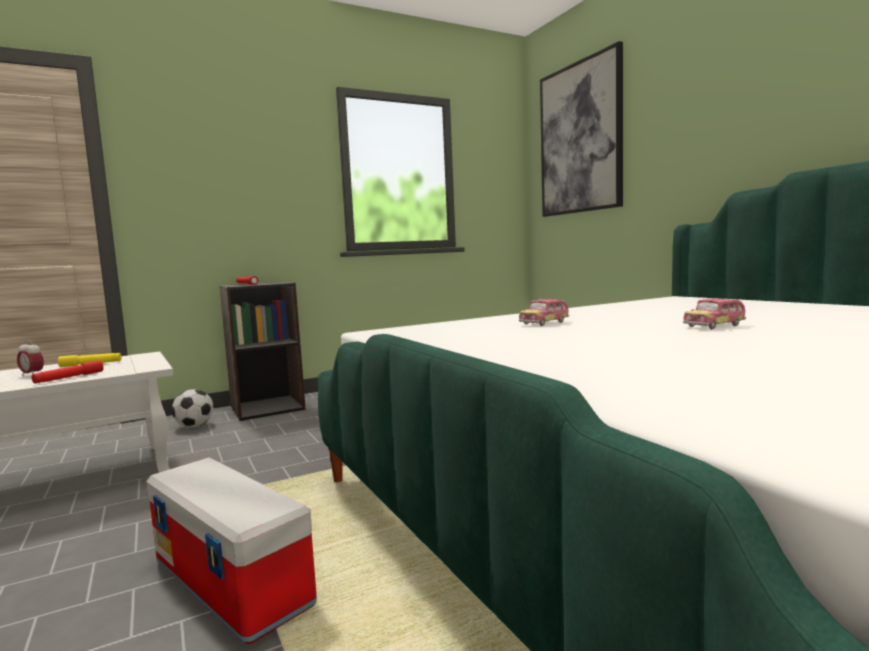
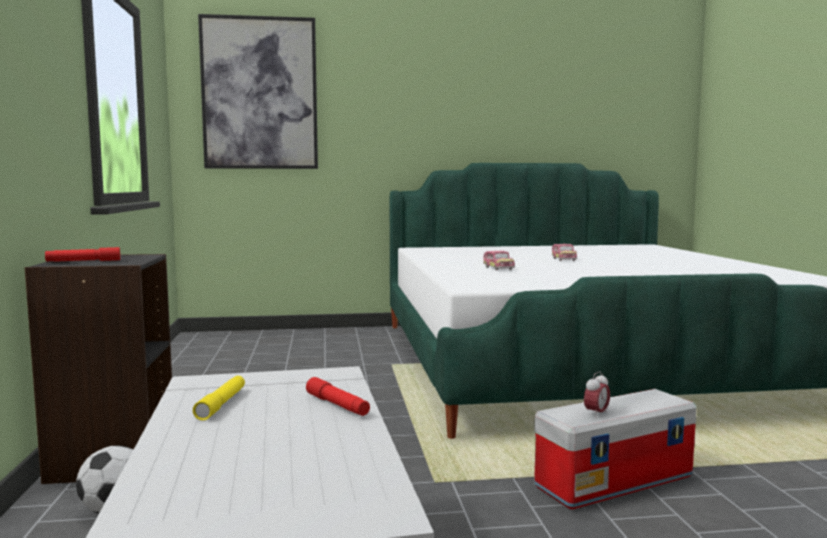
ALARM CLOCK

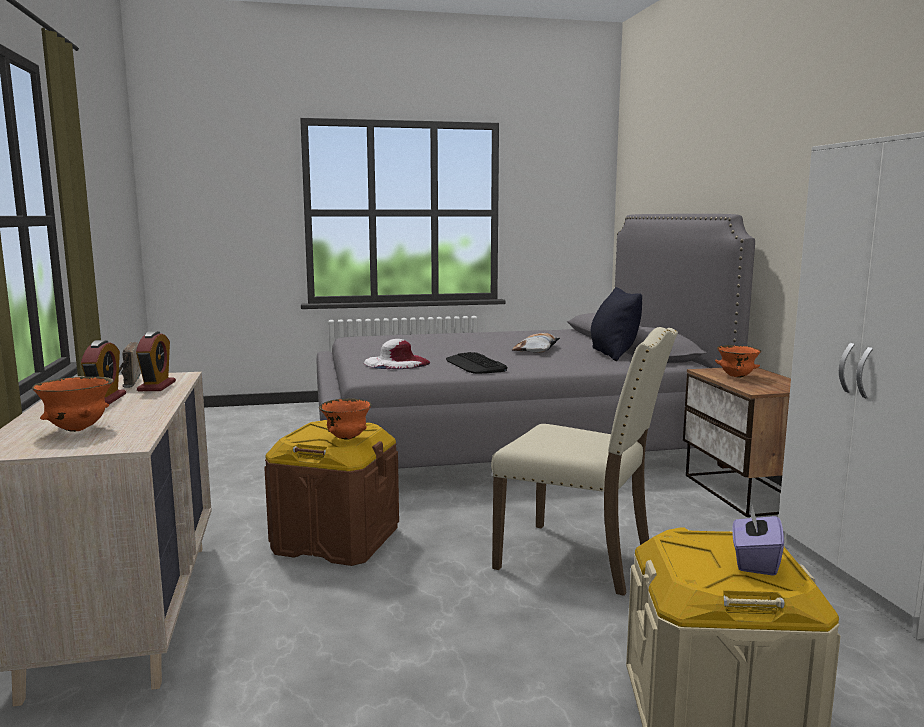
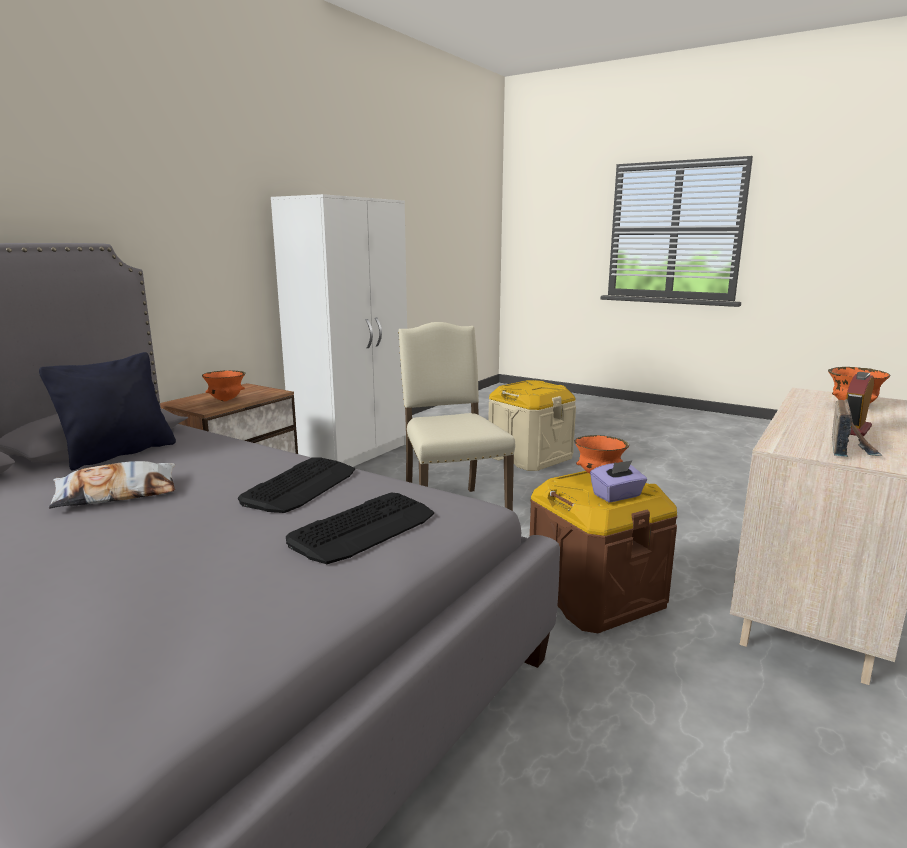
ALARM CLOCK (no. 2 from left in the first image); KEYBOARD (no. 2 from left); PURPLE TISSUE BOX

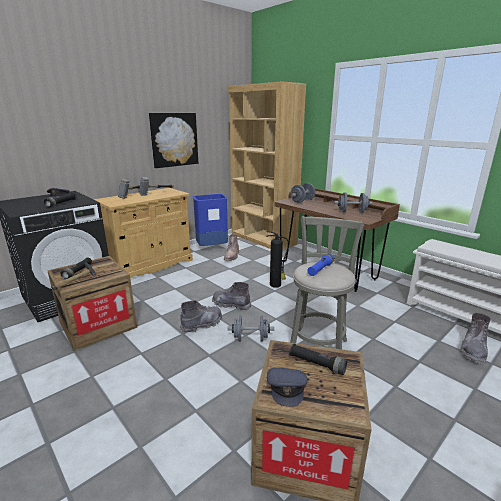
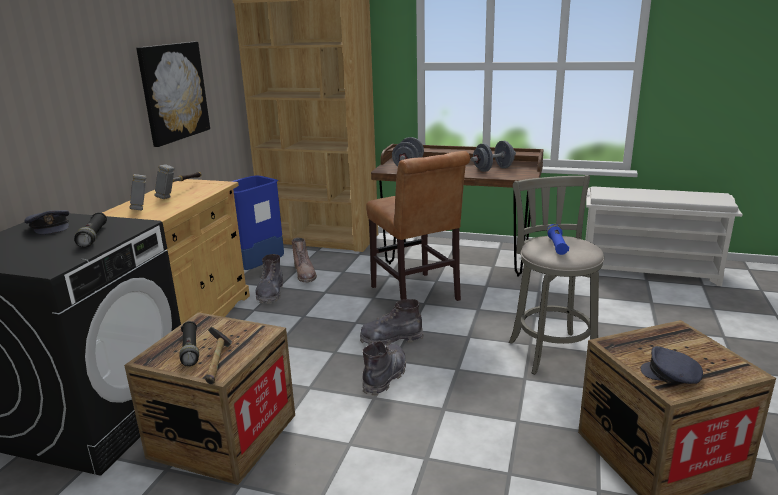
BROWN CHAIR; GREY BOOT (no. 1 from left); GREY DUMBBELL (no. 1 from left in the first image); BLACK FLASHLIGHT (no. 3 from left in the first image); GREY CAP (no. 2 from left)

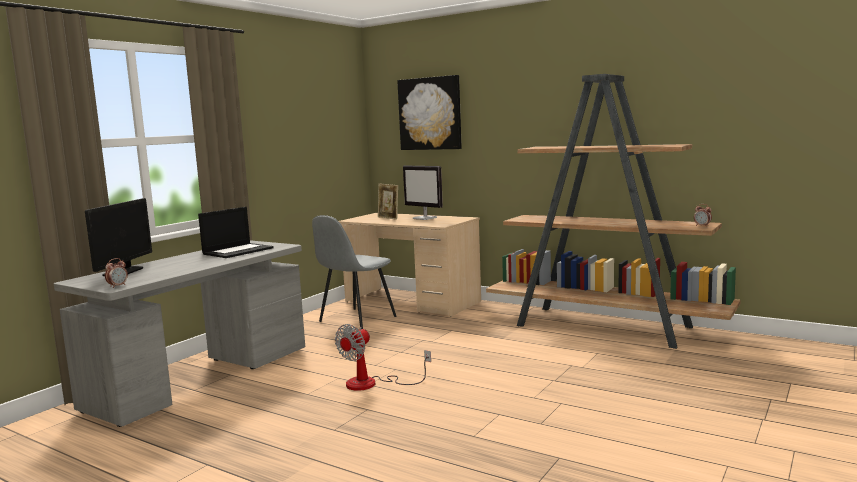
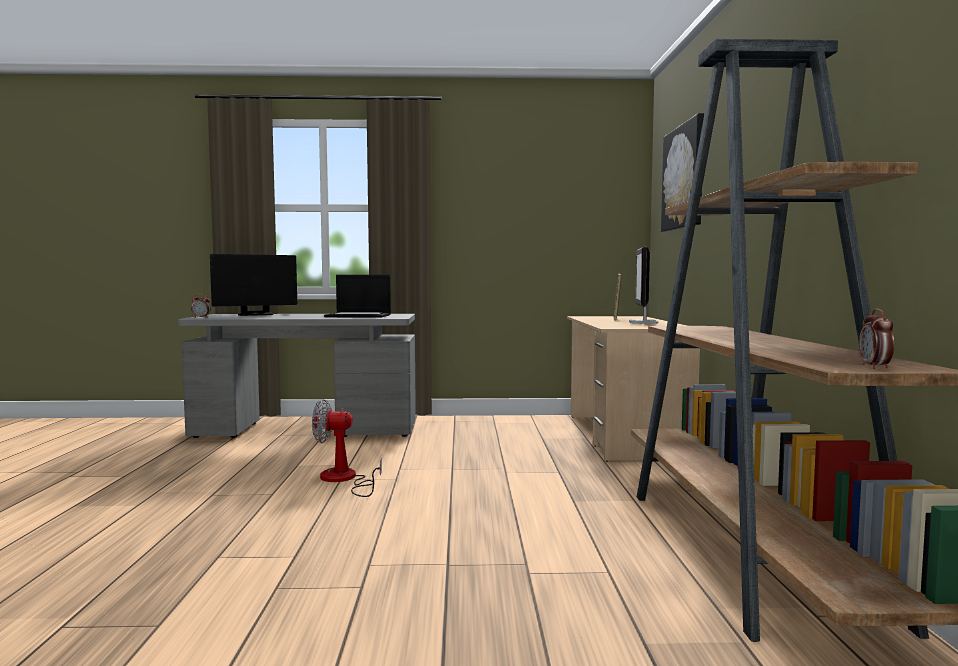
GREY CHAIR

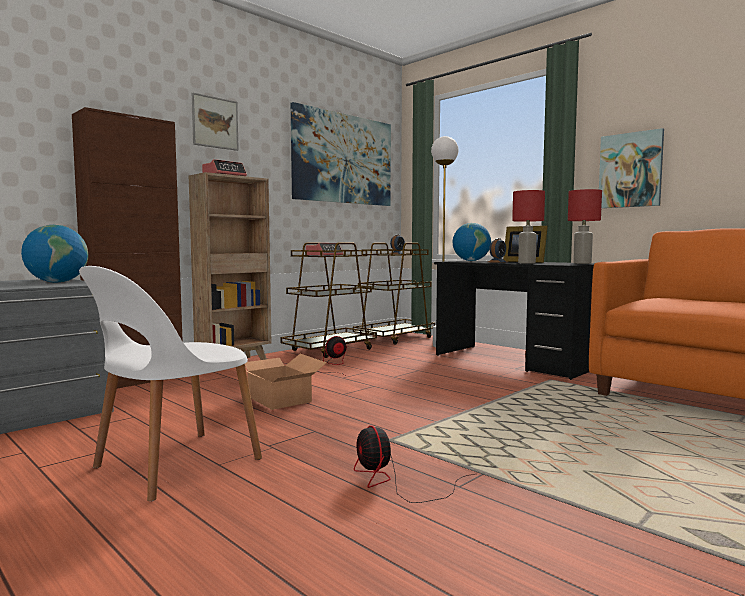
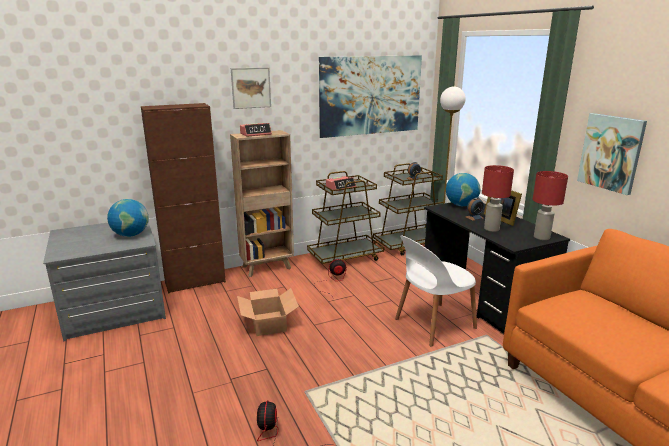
WHITE CHAIR

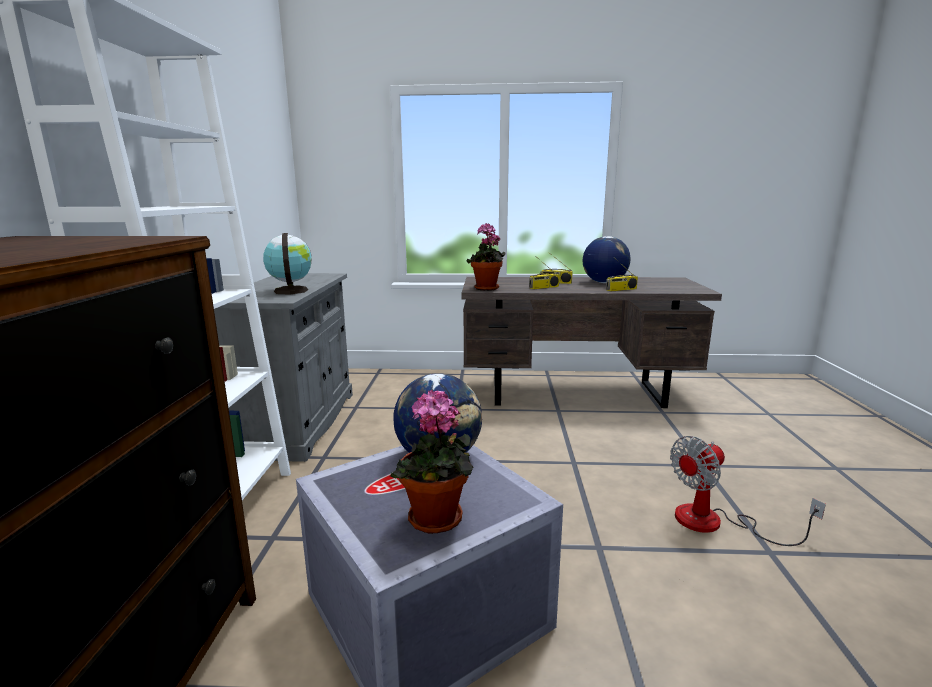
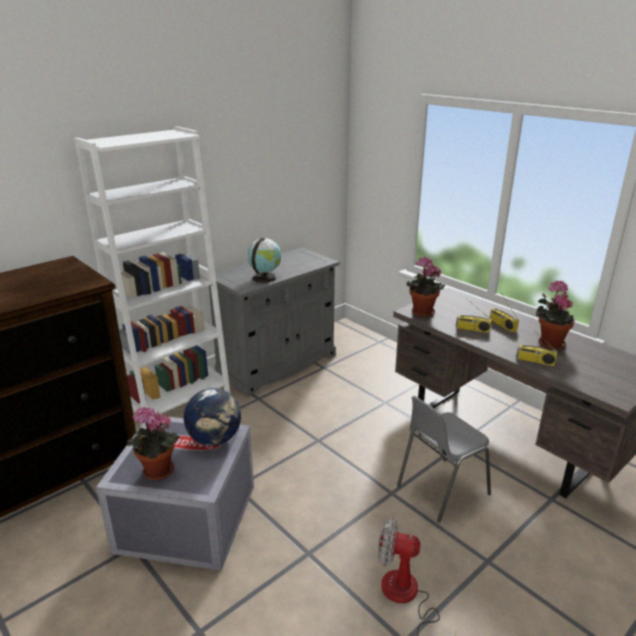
POTTED PLANT (no. 3 from left); GREY CHAIR

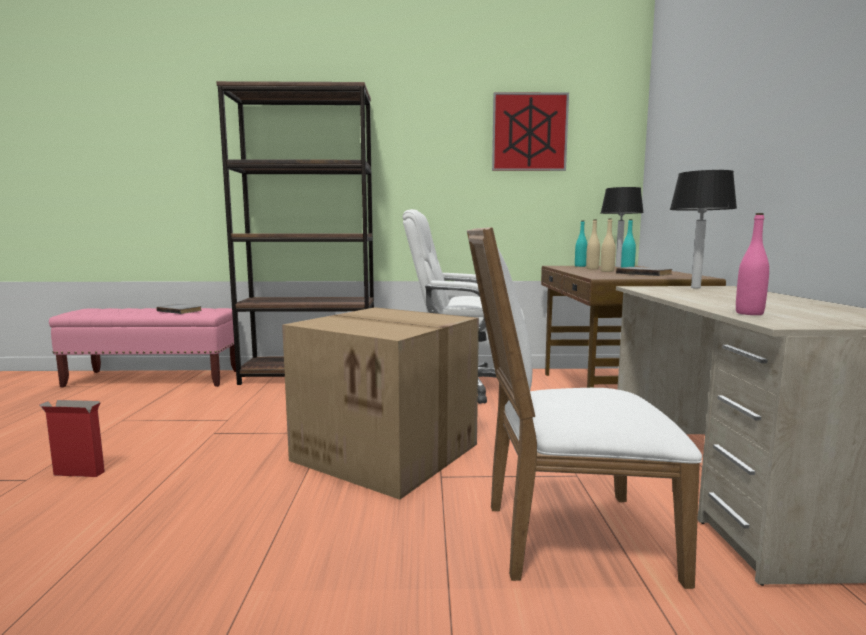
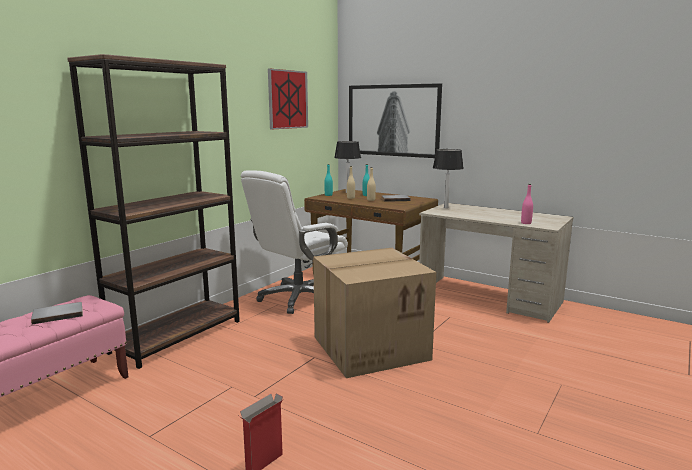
WHITE CHAIR; PICTURE (no. 2 from left)

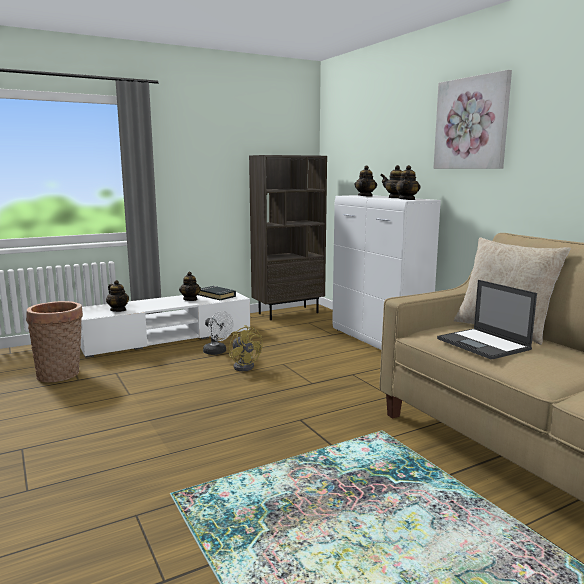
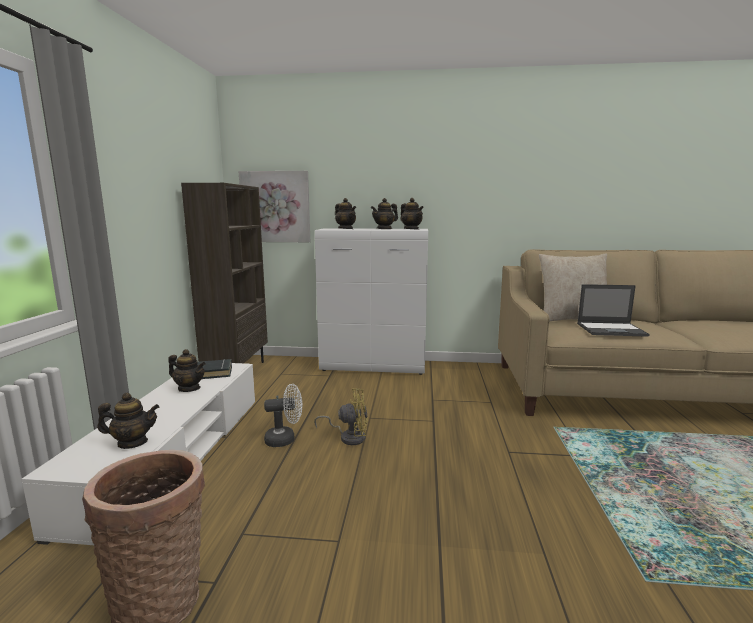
PICTURE

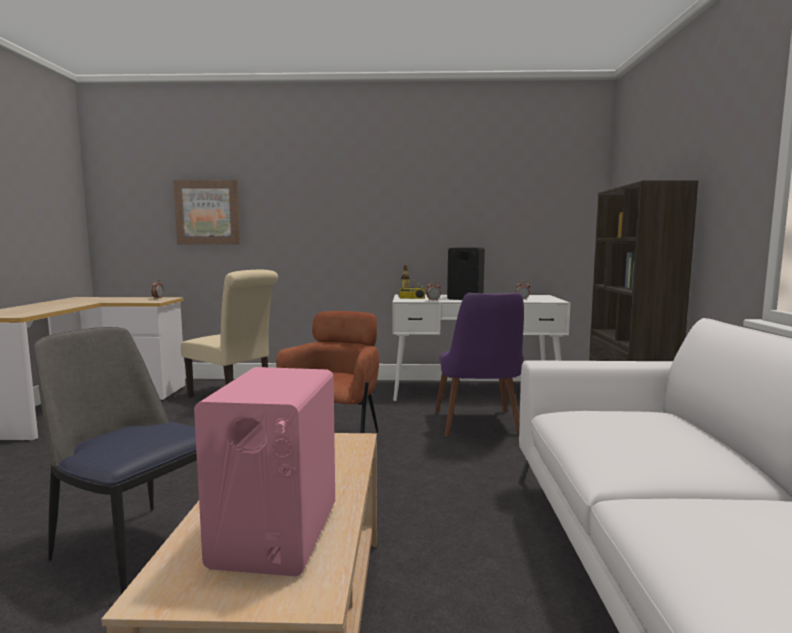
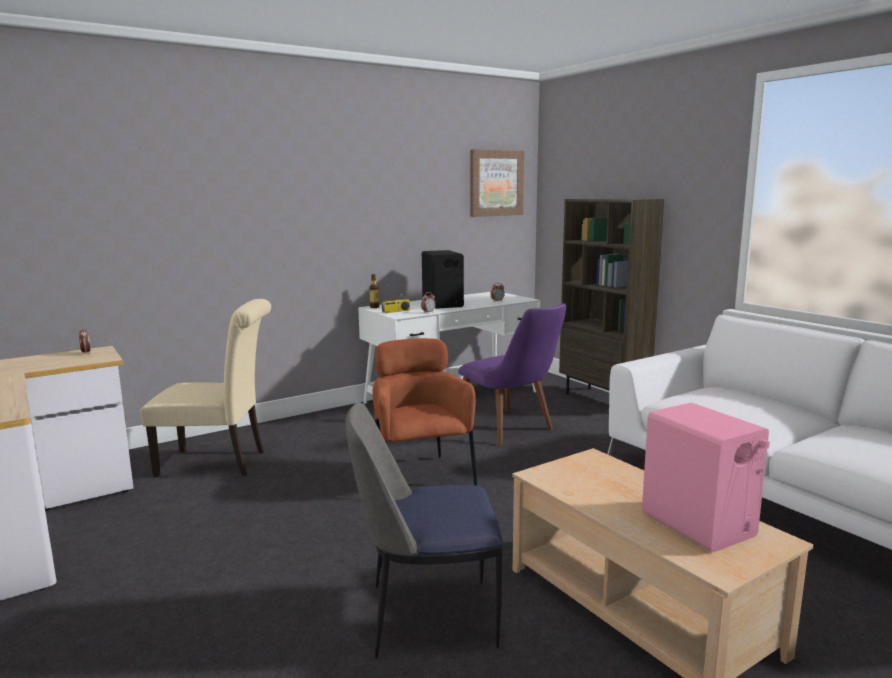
PICTURE

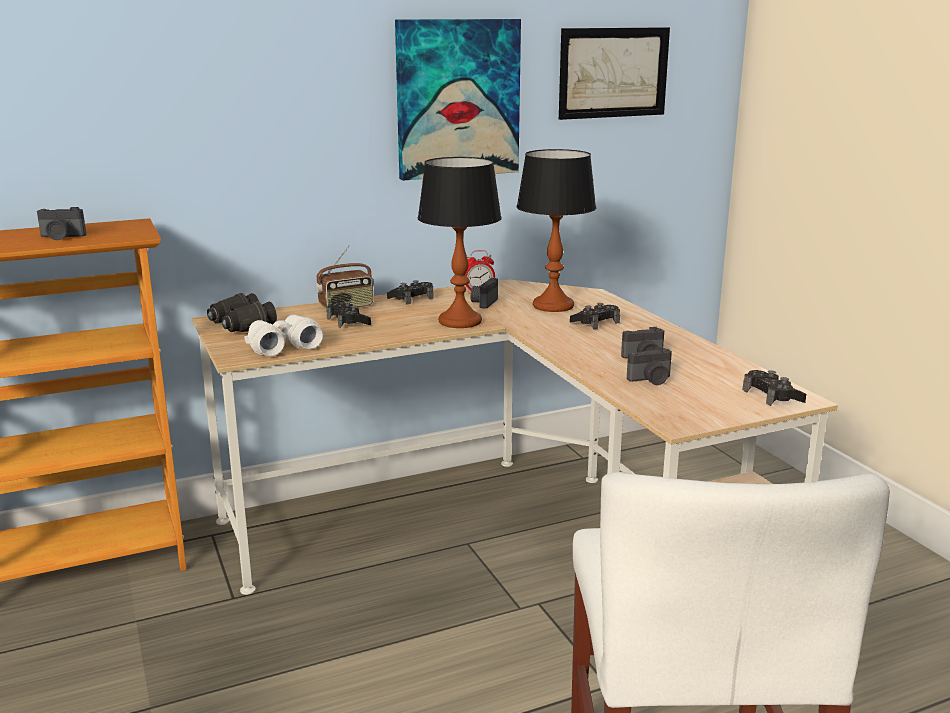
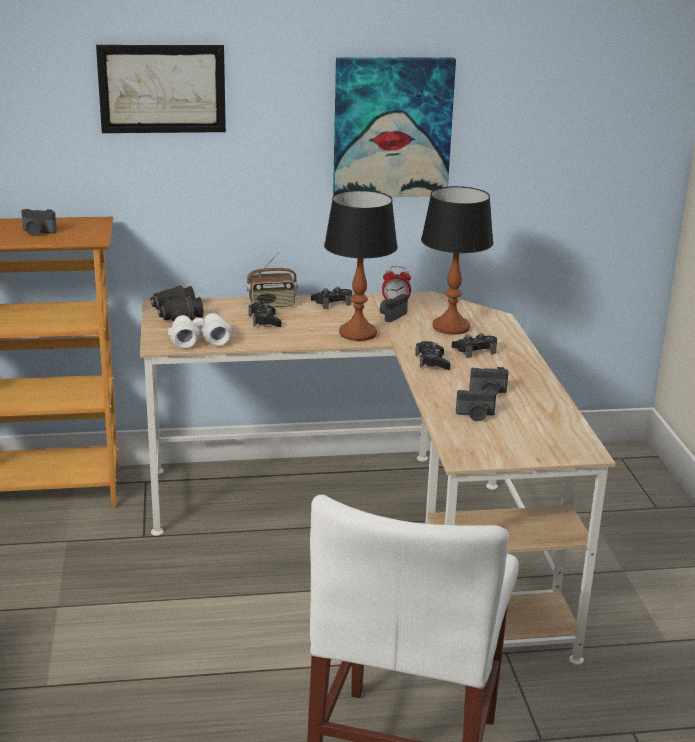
PICTURE (no. 1 from left); BLACK GAME CONTROLLER (no. 3 from left)

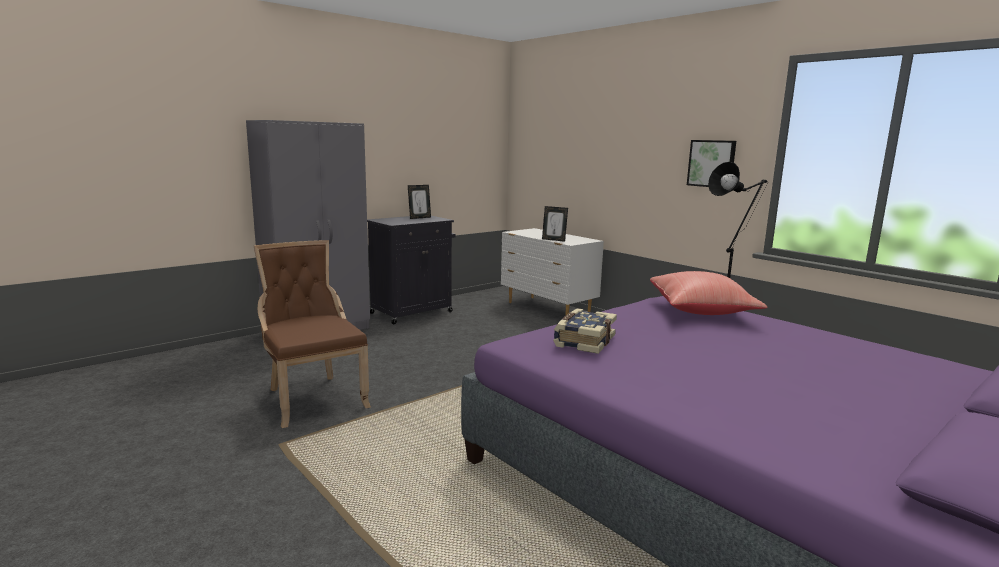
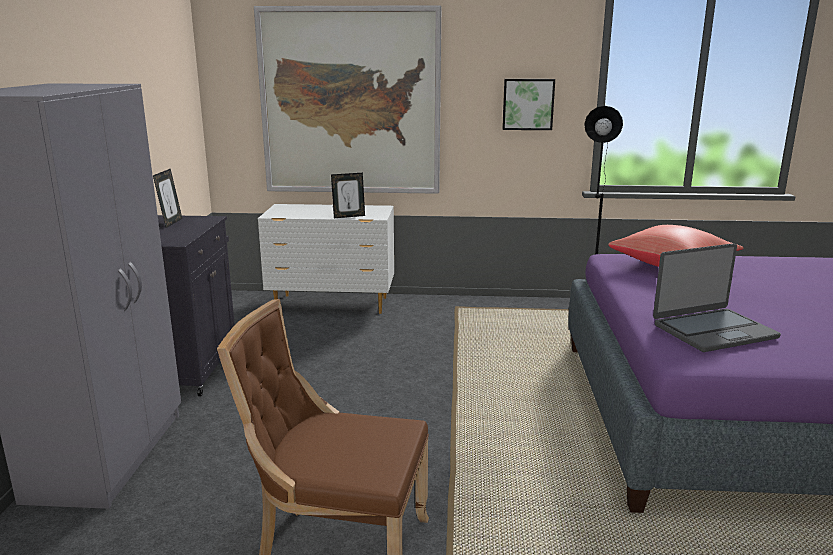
LAPTOP; PICTURE (no. 1 from left)

